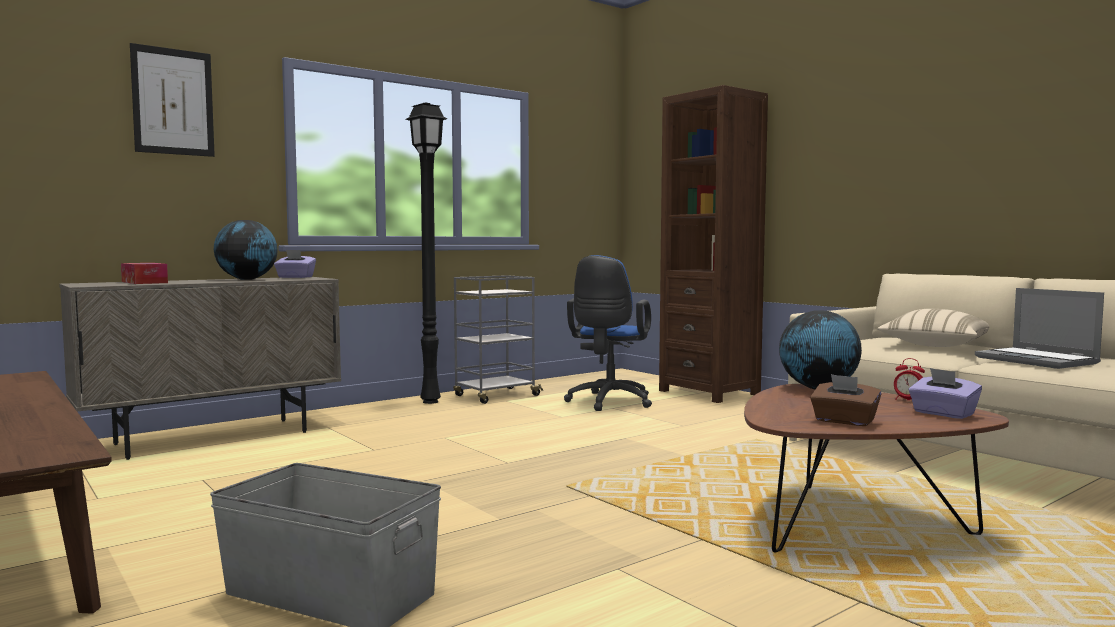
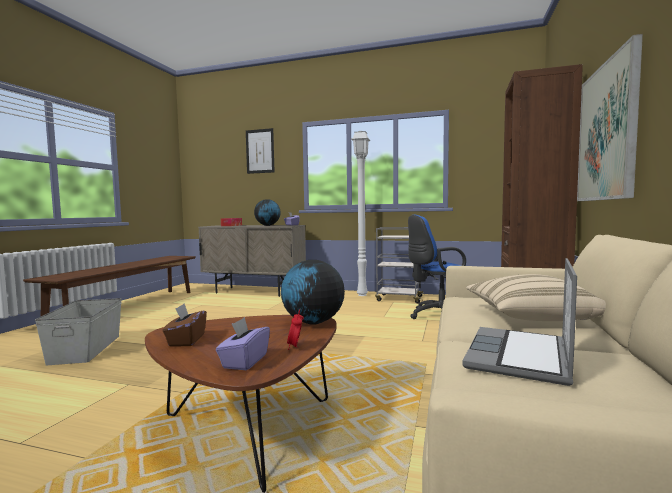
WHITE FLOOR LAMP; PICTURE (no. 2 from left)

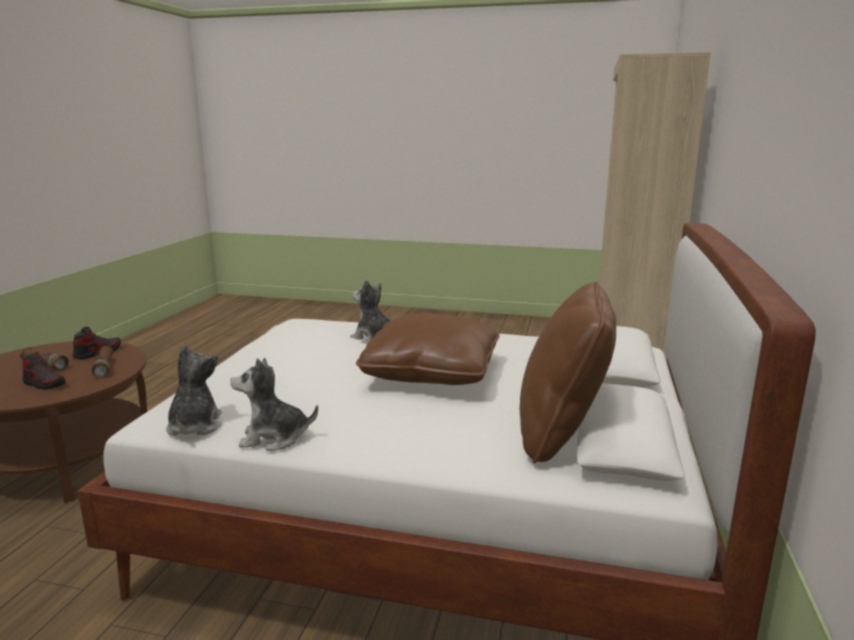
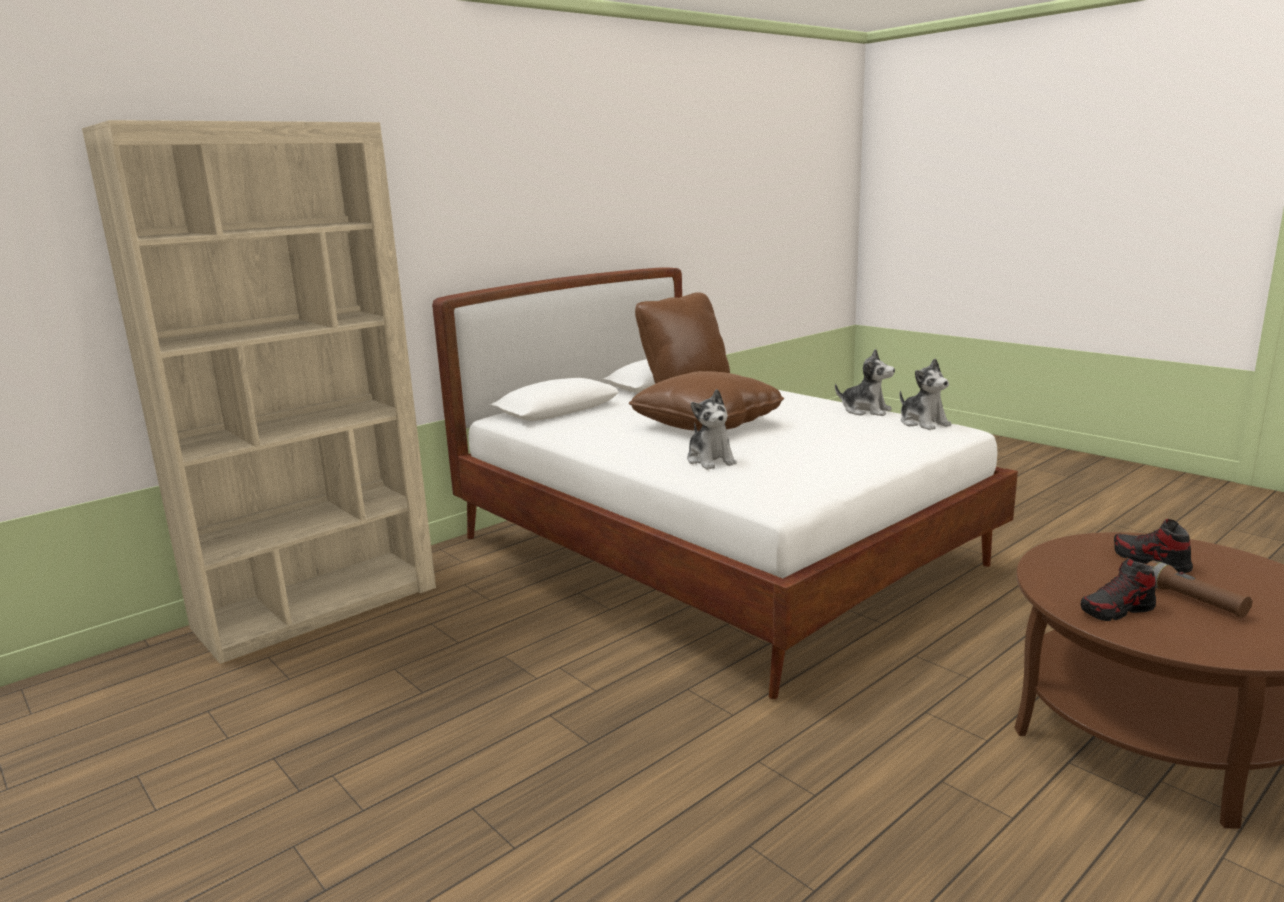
PLUSH TOY (no. 3 from left); BROWN FLASHLIGHT (no. 2 from left in the first image)

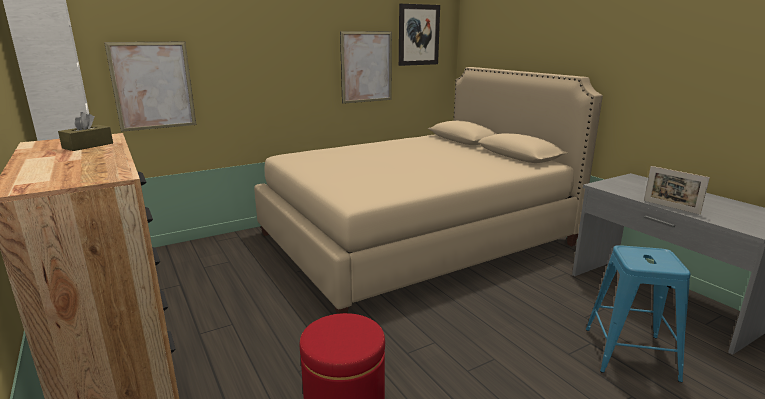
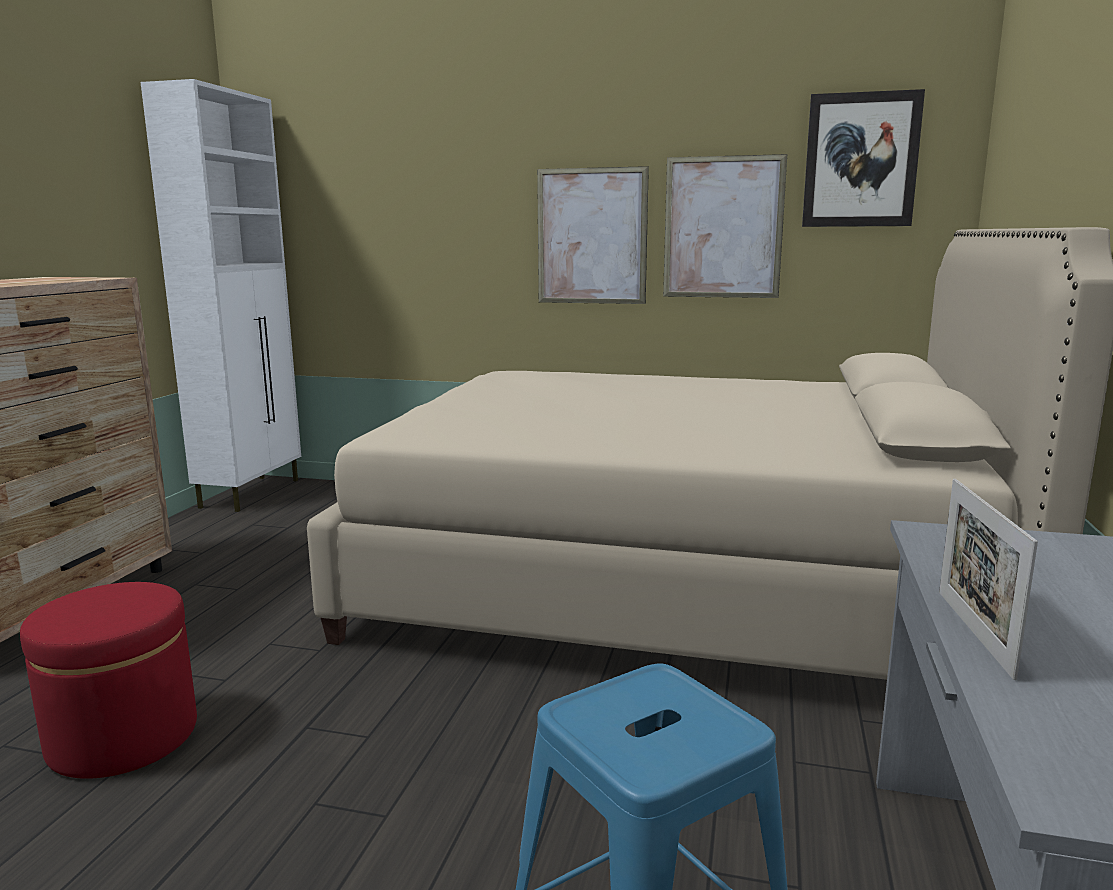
PICTURE (no. 1 from left); BROWN TISSUE BOX

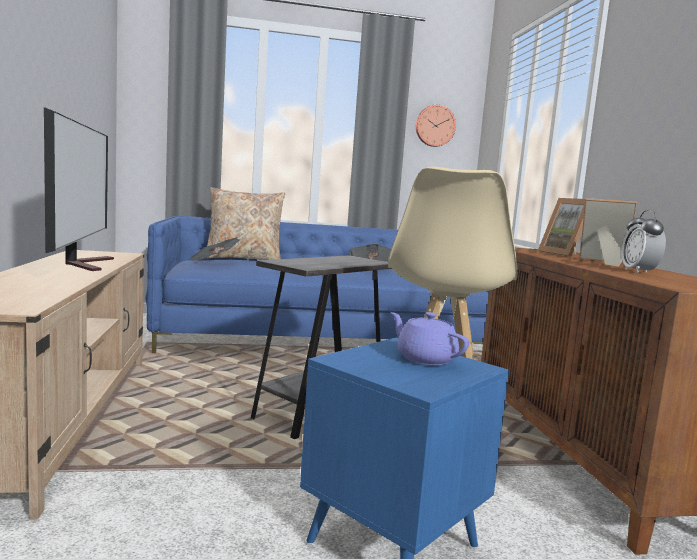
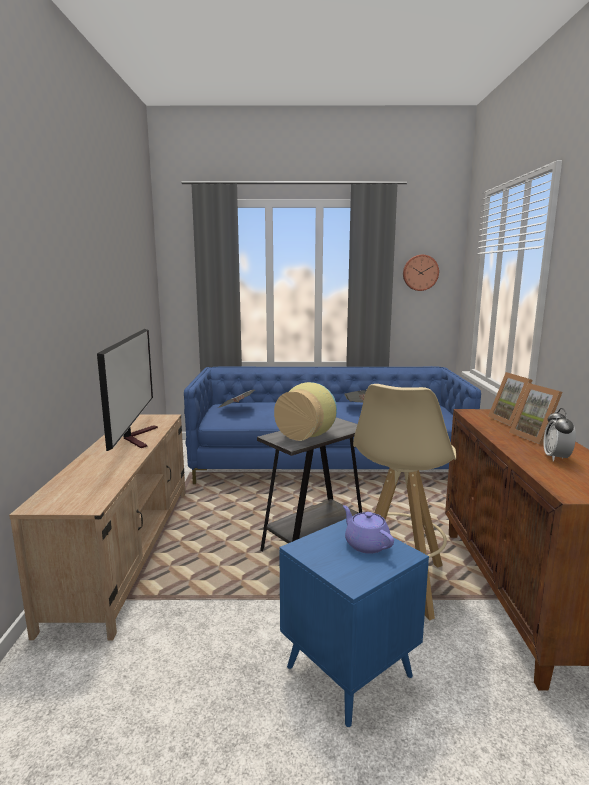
BEIGE PILLOW; PICTURE FRAME (no. 2 from left); VASE

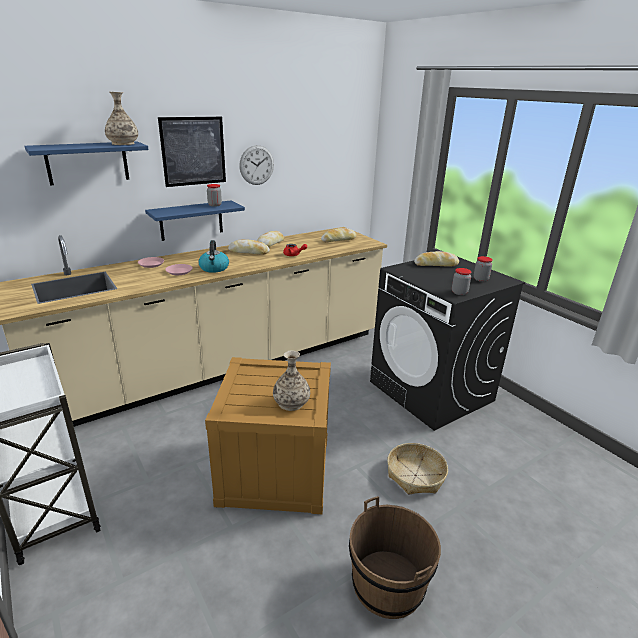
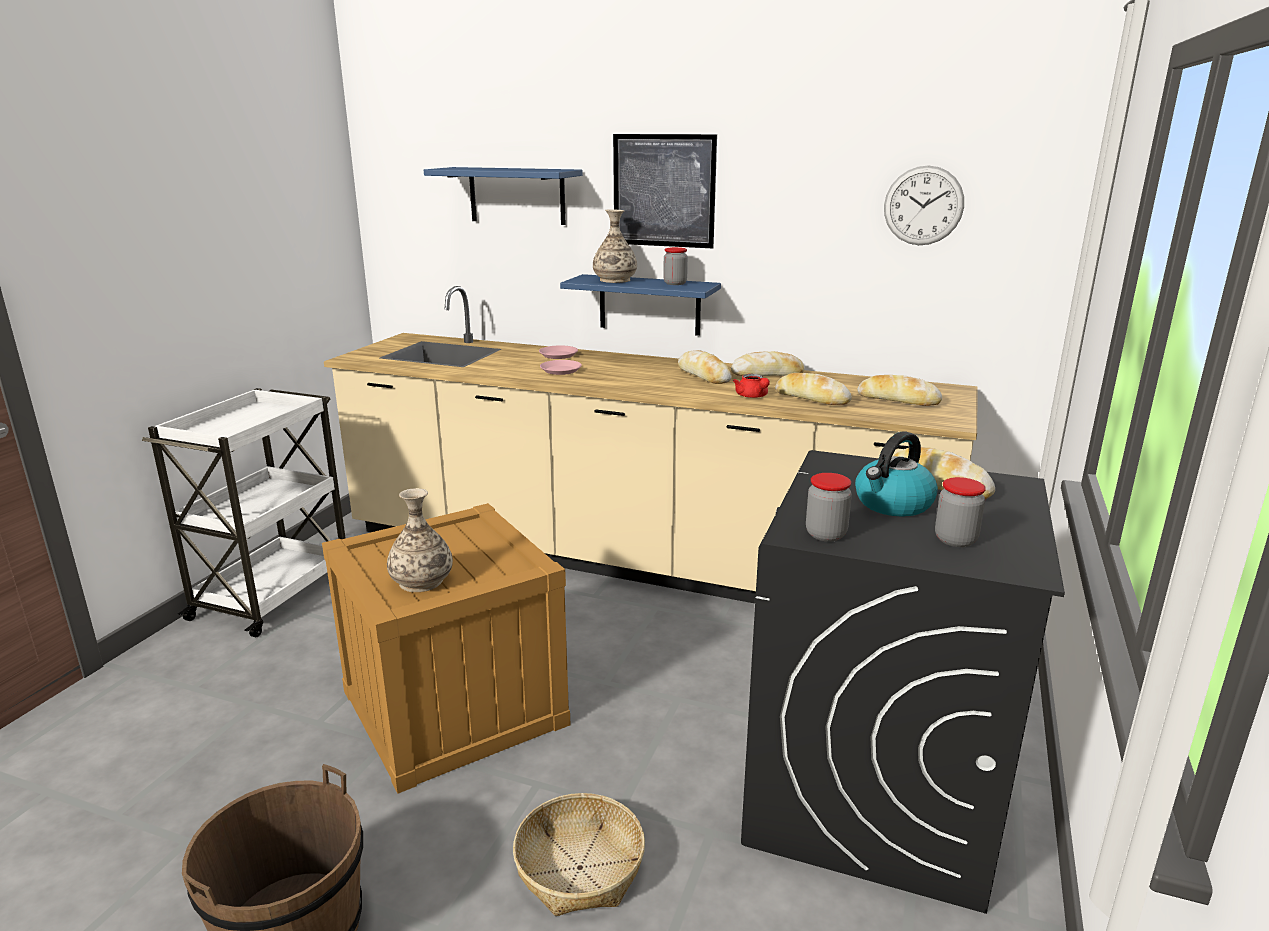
VASE (no. 2 from left); WALL CLOCK; KETTLE; BREAD (no. 3 from left)

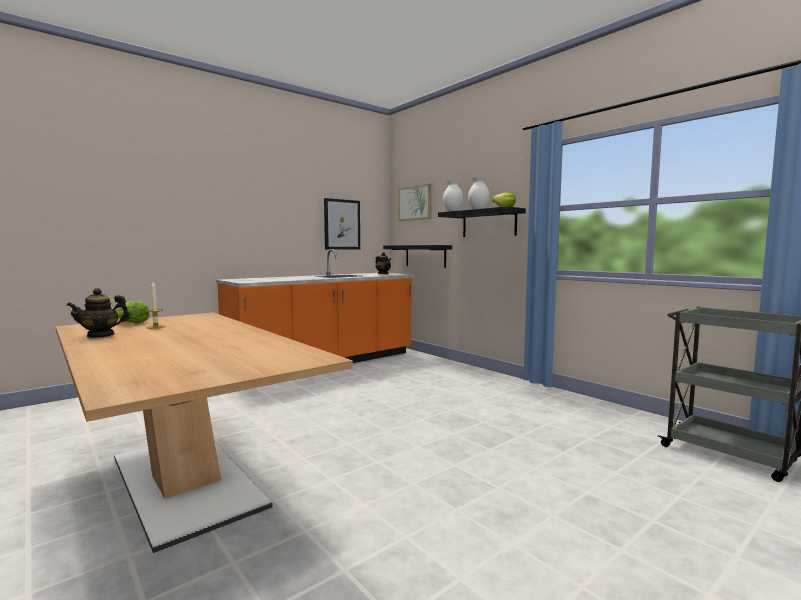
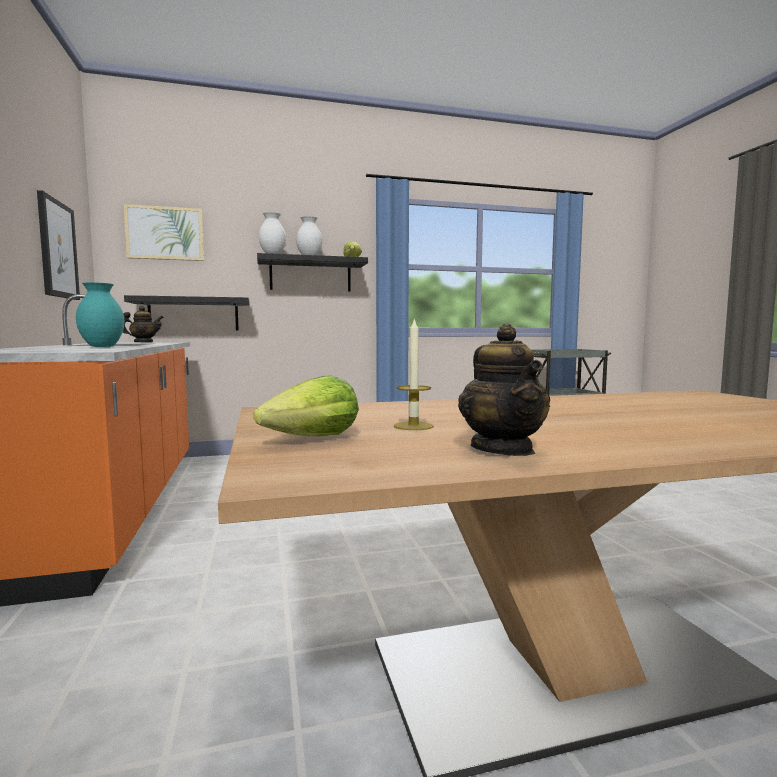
TURQUOISE VASE

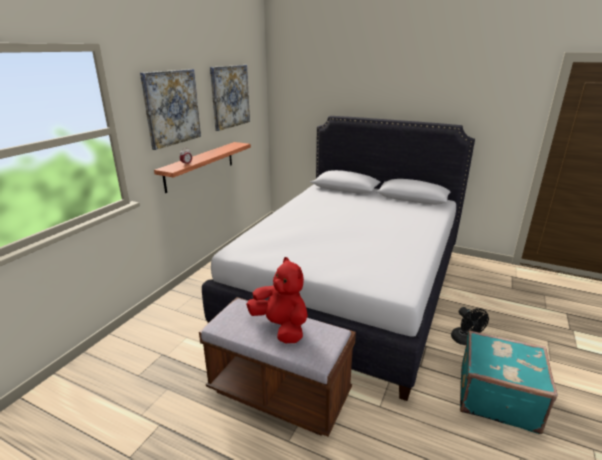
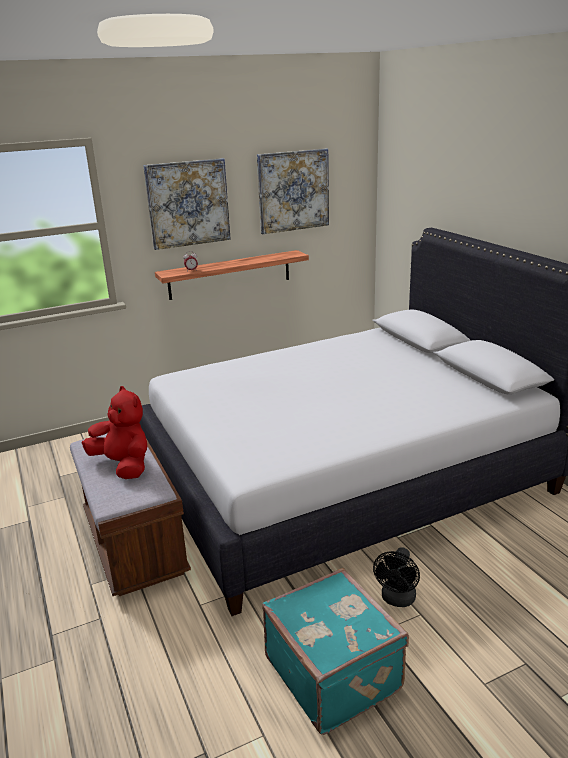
RED PLUSH TOY

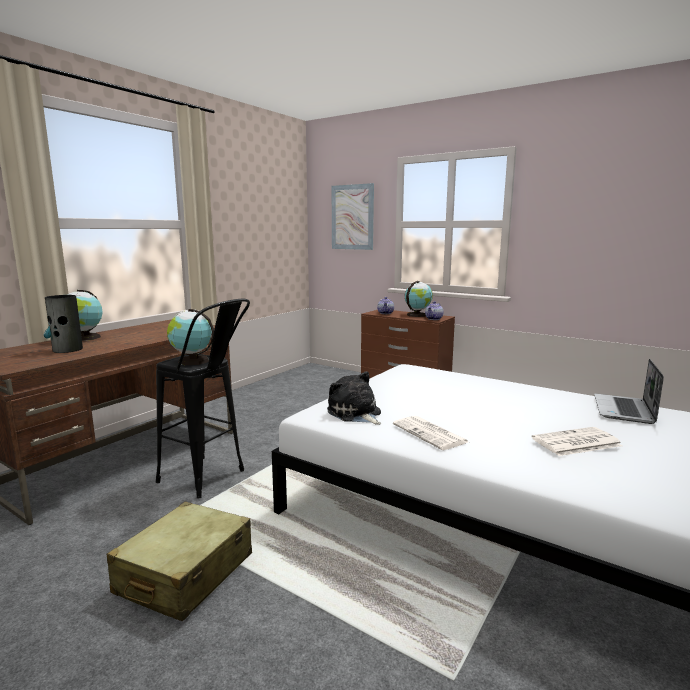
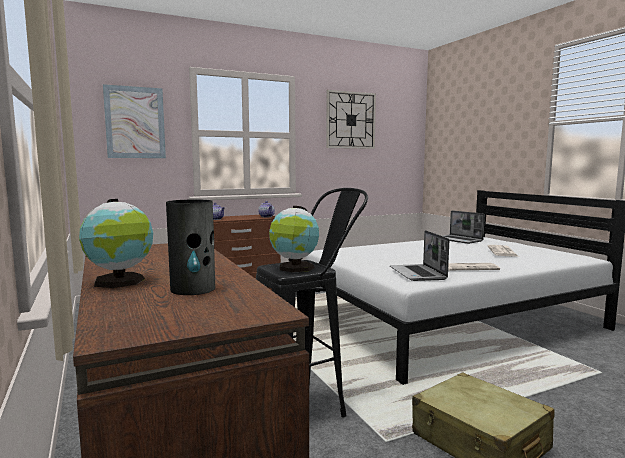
GLOBE (no. 3 from left in the first image); LAPTOP (no. 1 from left); WALL CLOCK

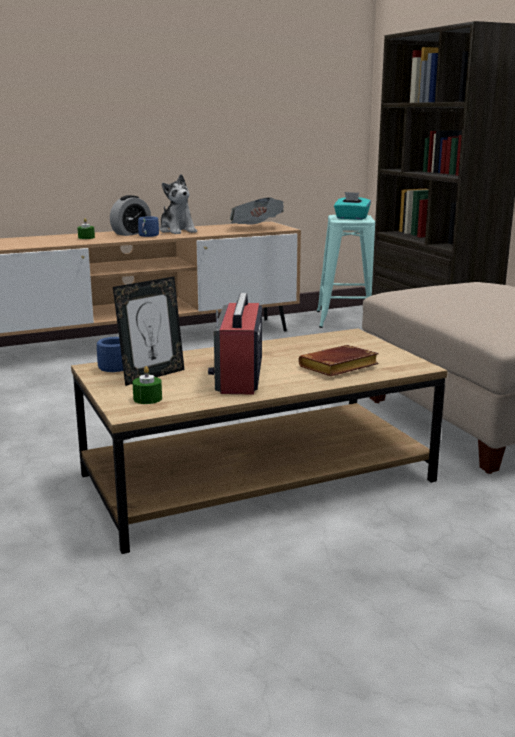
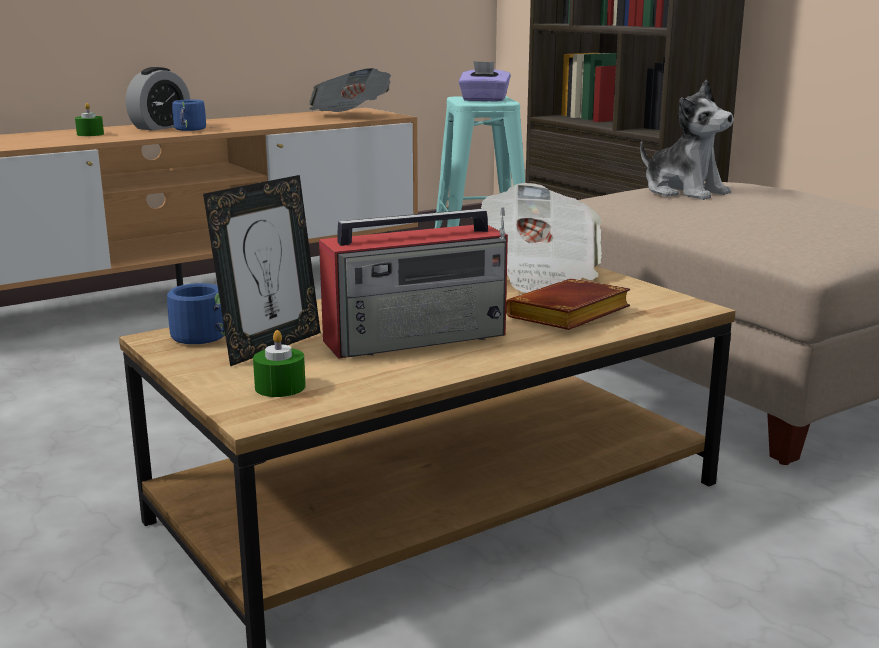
PLUSH TOY; PURPLE TISSUE BOX; RADIO; NEWSPAPER (no. 2 from left)

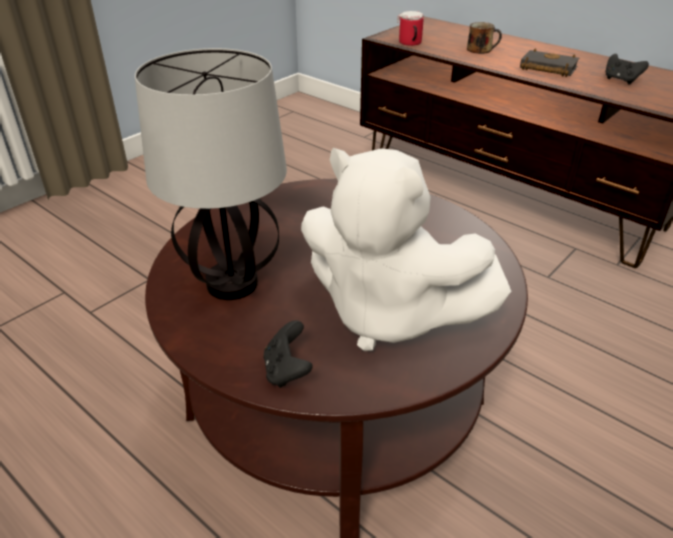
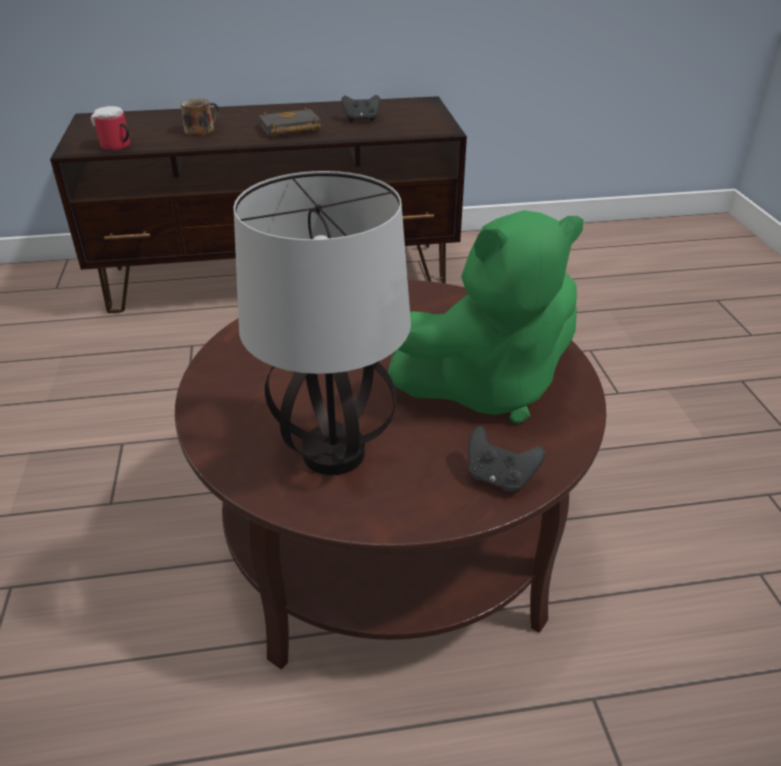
GREEN PLUSH TOY

